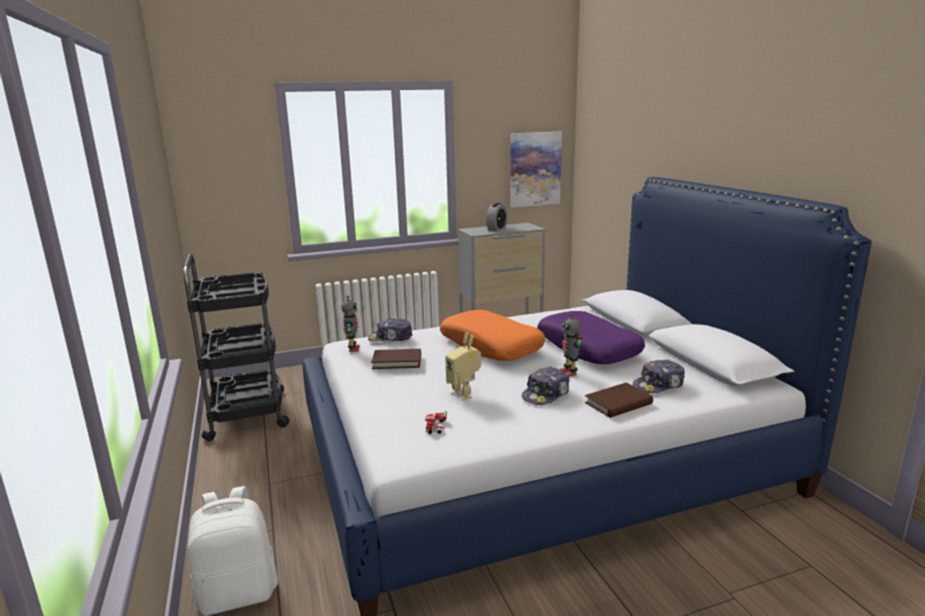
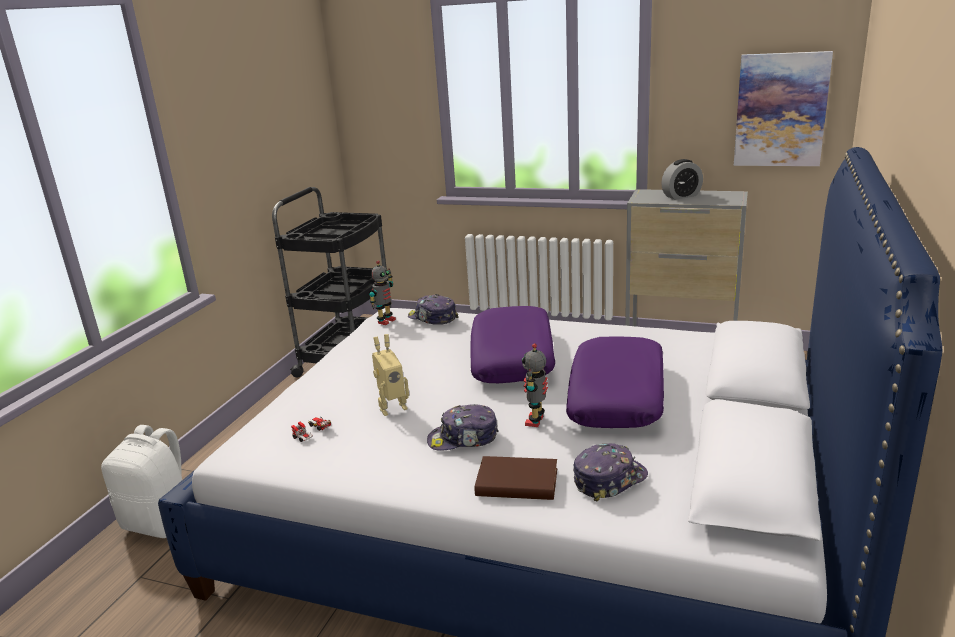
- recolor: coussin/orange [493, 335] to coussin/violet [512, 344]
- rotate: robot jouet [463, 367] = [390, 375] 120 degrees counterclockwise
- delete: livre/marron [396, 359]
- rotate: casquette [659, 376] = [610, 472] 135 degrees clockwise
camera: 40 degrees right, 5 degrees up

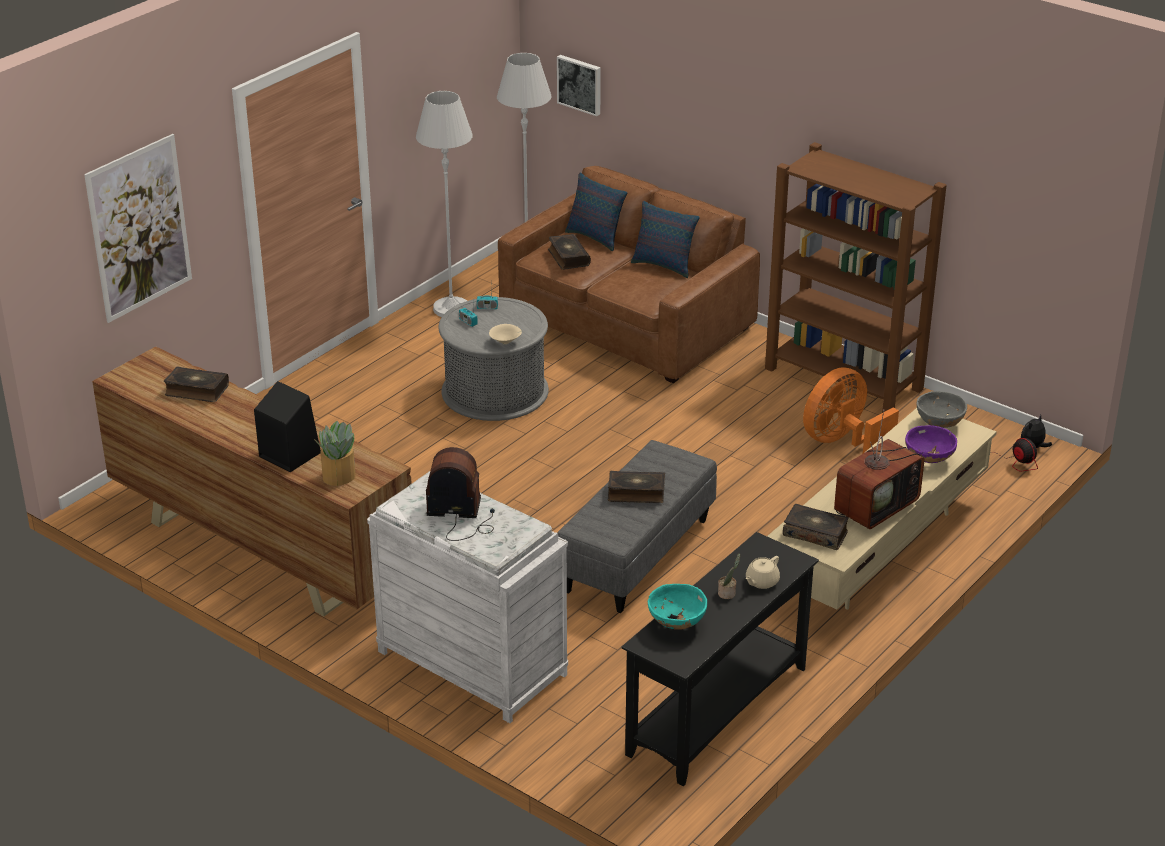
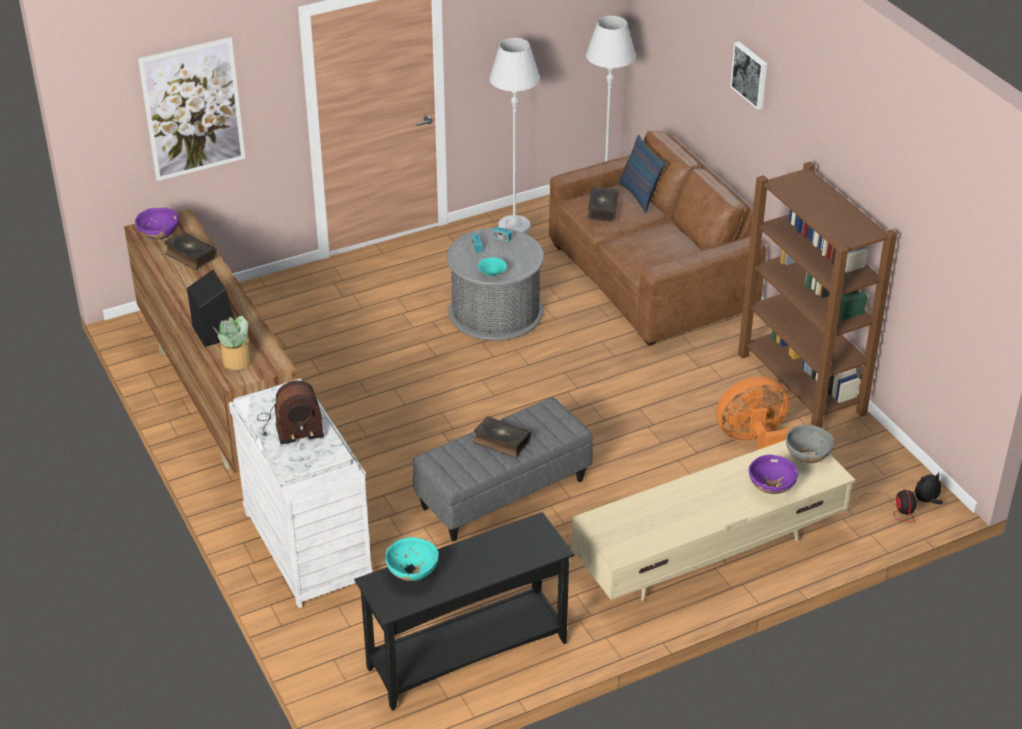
- move: tableau [579, 85] to [748, 76]
- delete: coussin/bleu [665, 239]
- recolor: bol/beige [505, 334] to bol/turquoise [492, 266]
- delete: téléviseur [879, 469]
- rotate: radio [460, 494] = [290, 412] 135 degrees clockwise
- delete: livre [816, 527]
- delete: plante en pot [729, 576]
- delete: théière/beige [763, 572]
- insert: bol/violet [157, 223]
camera: 25 degrees right, 5 degrees up

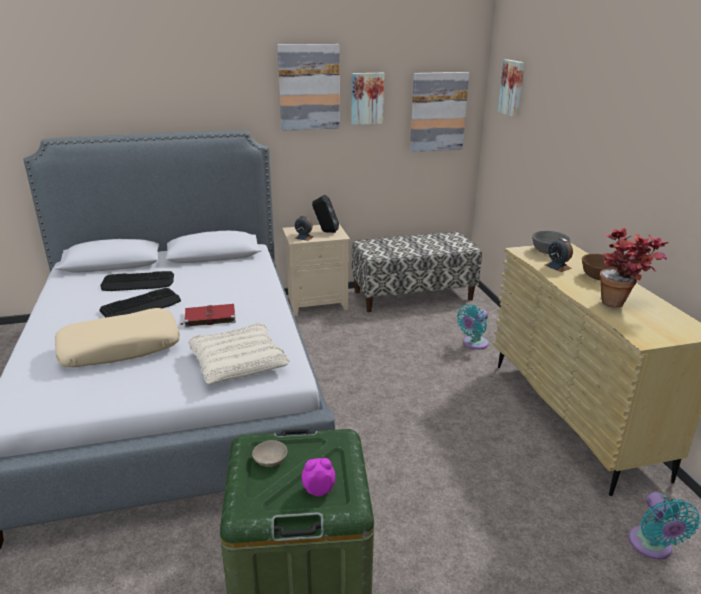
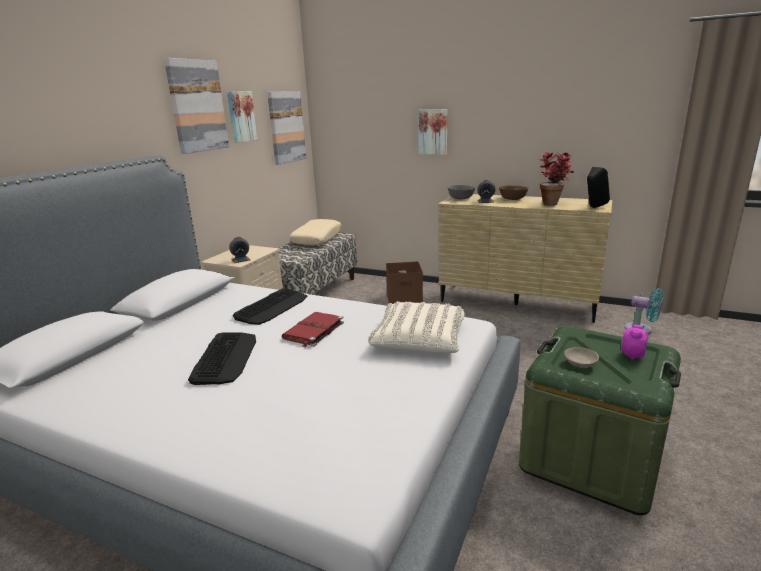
- move: tableau [511, 88] to [433, 132]
- move: enceinte/noir [325, 214] to [598, 187]
- move: clavier [137, 281] to [270, 307]
- replace: ventilateur/turquoise [472, 327] to boîte de rangement/marron [404, 283]
- move: coussin/beige [117, 337] to [315, 232]
camera: 50 degrees left, 5 degrees down

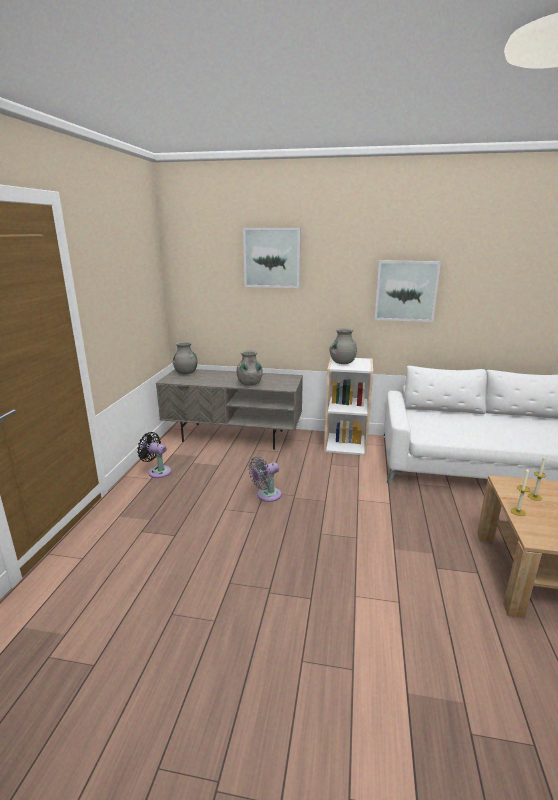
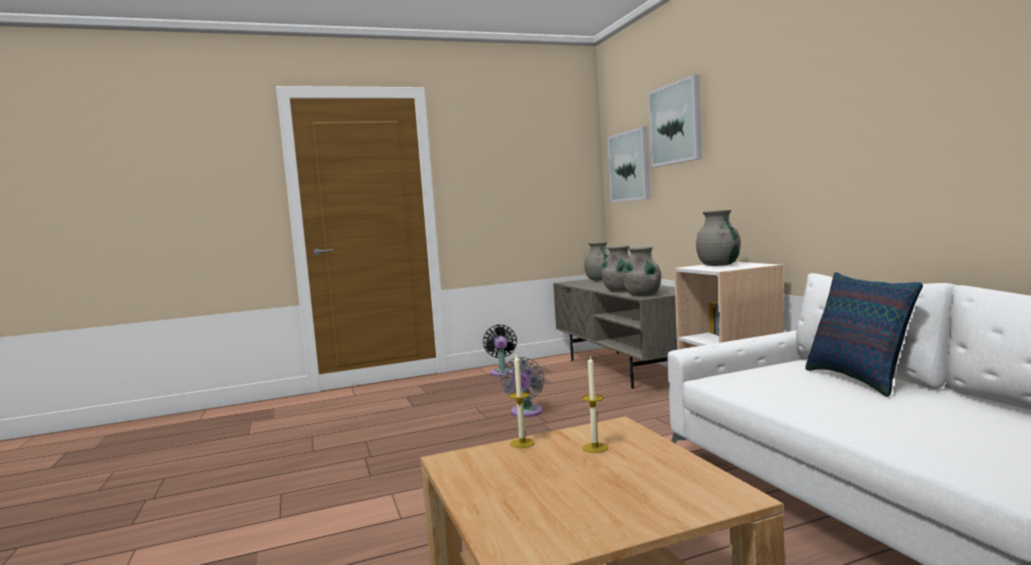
- move: tableau [407, 291] to [628, 164]
- rotate: ventilateur/gris [265, 479] = [522, 387] 105 degrees counterclockwise
- insert: vase/gris [641, 271]
- insert: coussin/bleu [864, 334]
camera: 60 degrees right, 15 degrees down

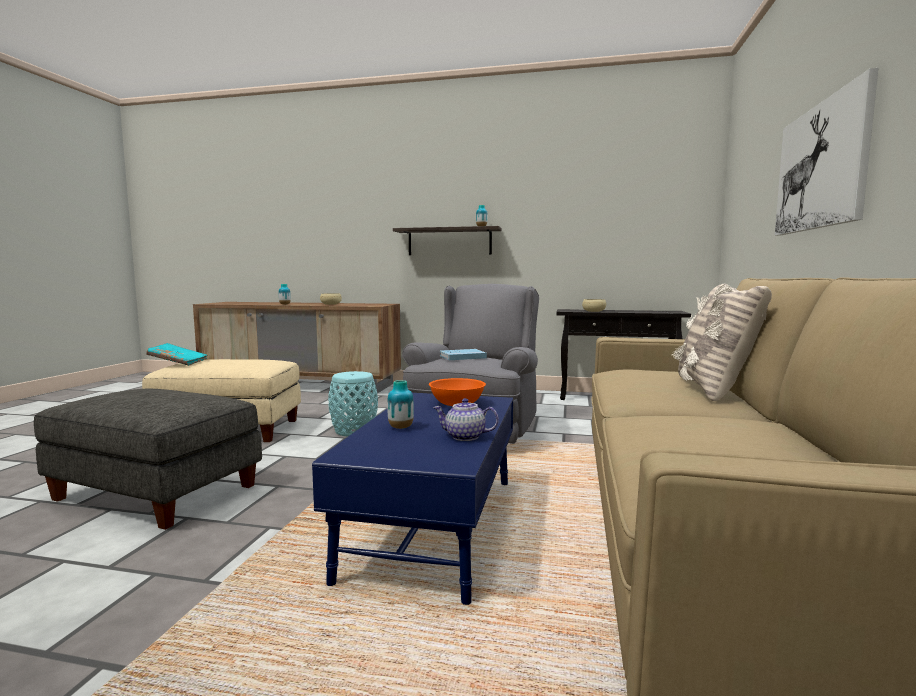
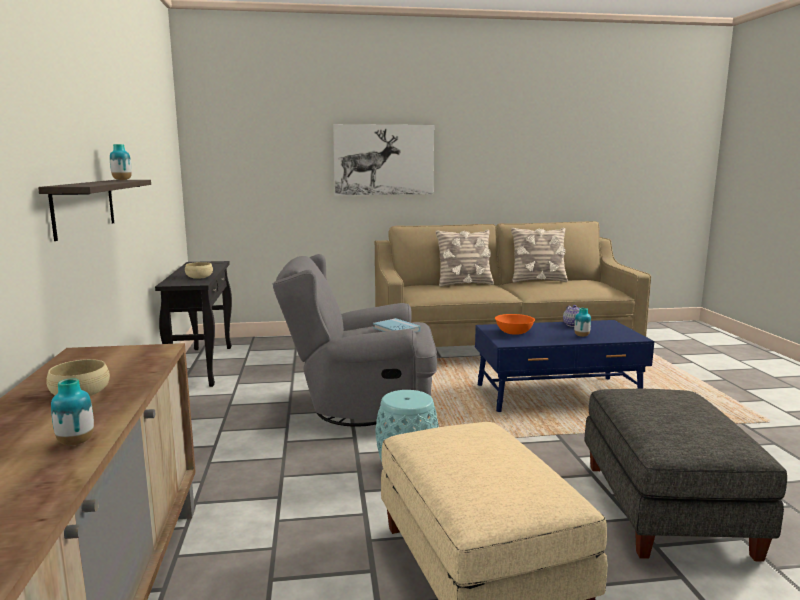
- delete: livre/turquoise [177, 354]
- insert: coussin/beige [539, 255]
camera: 110 degrees left, 5 degrees up

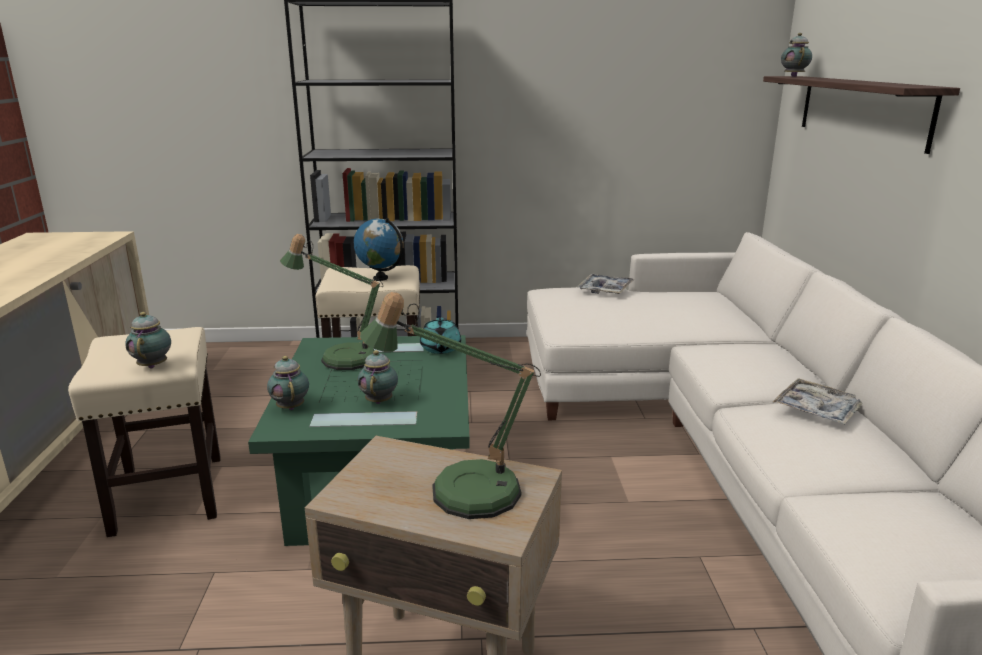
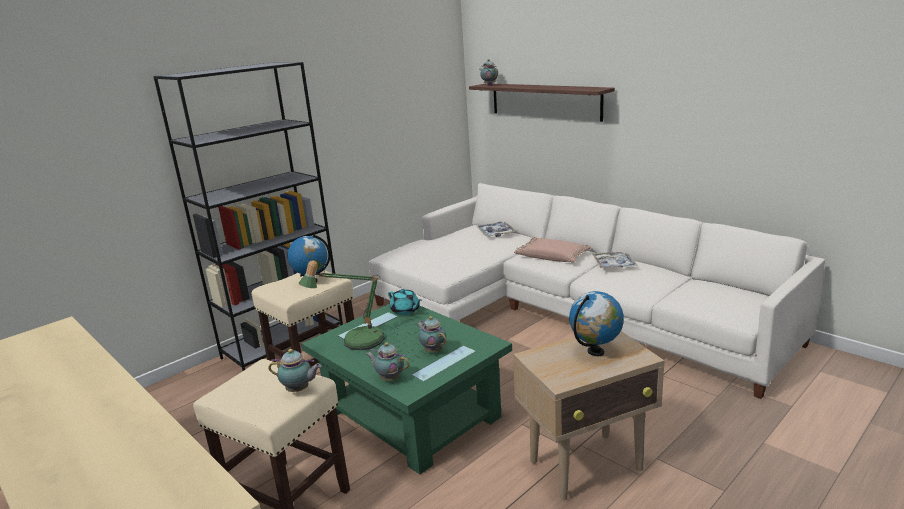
- move: plateau [605, 284] to [496, 229]
- replace: lampe de table [450, 405] to globe [596, 323]
- rotate: théière [148, 340] = [294, 370] 150 degrees clockwise
- insert: coussin/beige [552, 250]
camera: 40 degrees left, 0 degrees up

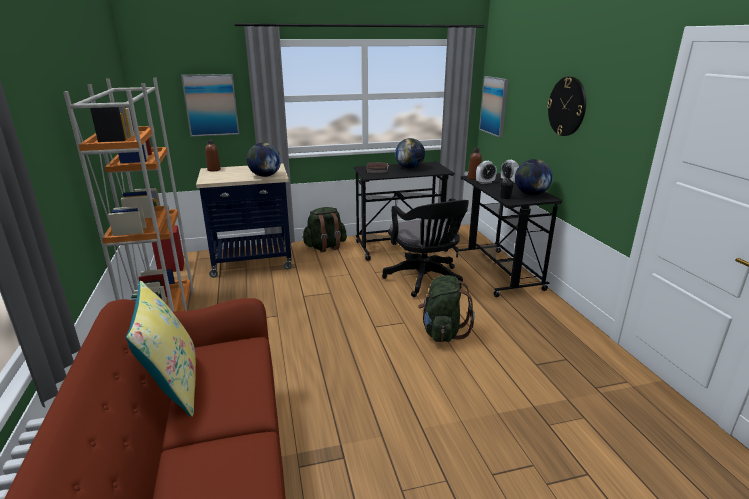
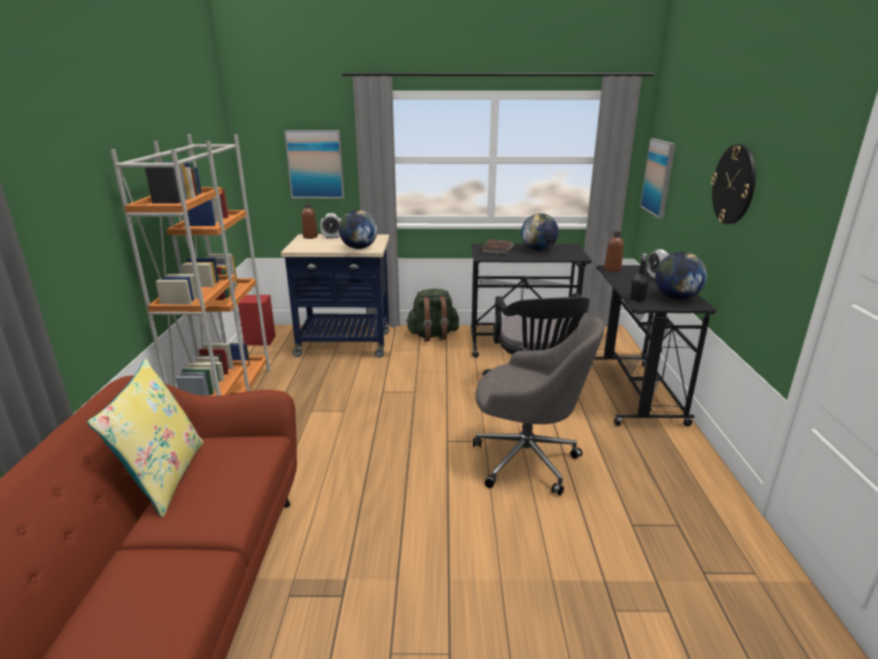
- move: réveil [486, 172] to [330, 225]
- replace: sac à dos/vert [446, 308] to chaise de bureau/gris [538, 406]
camera: 15 degrees right, 0 degrees up

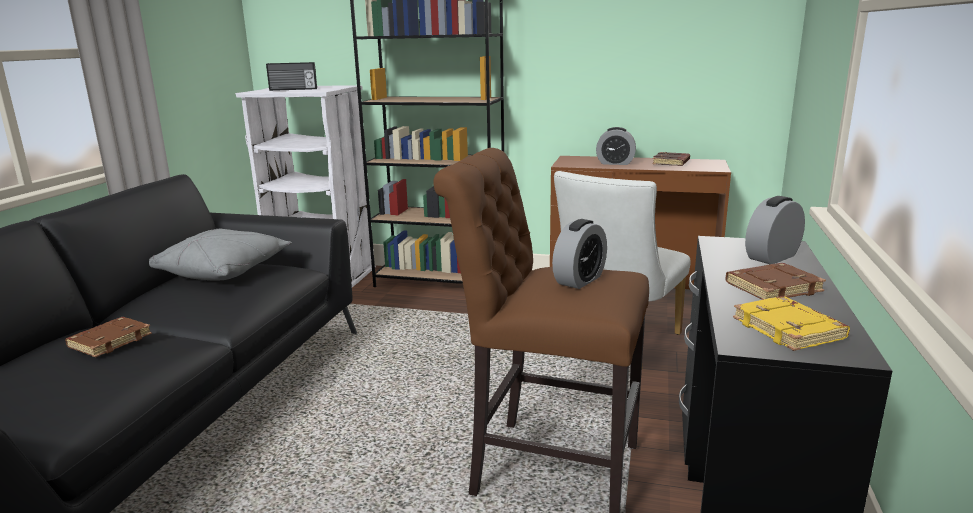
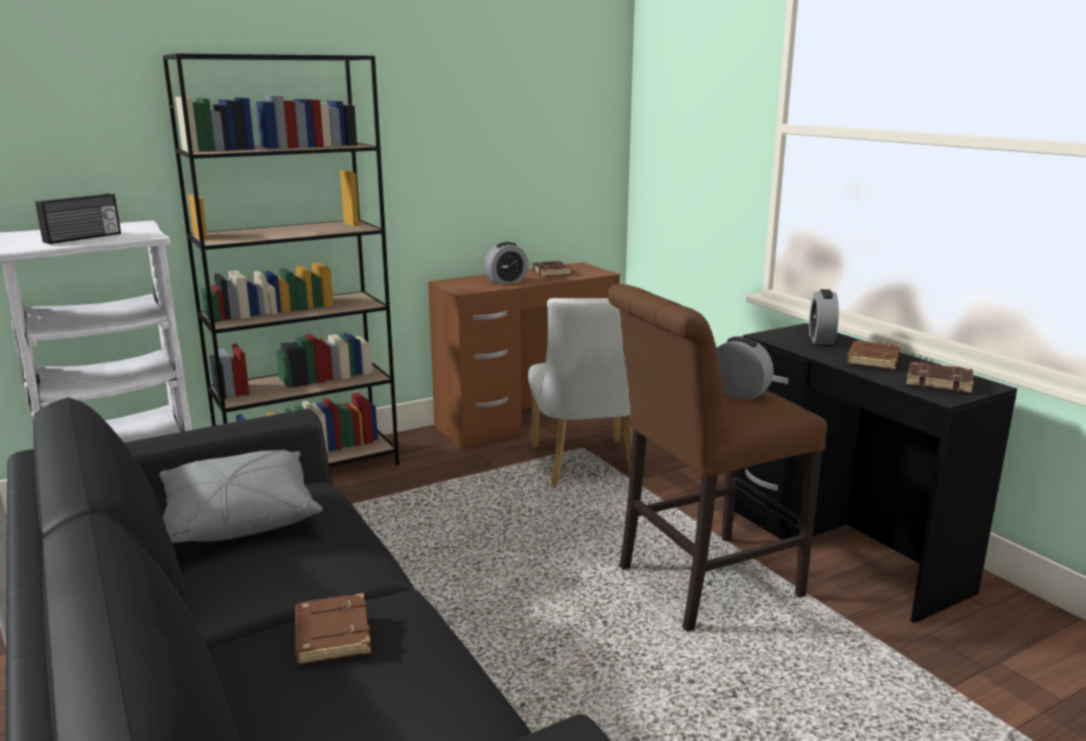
- rotate: réveil [579, 254] = [745, 368] 45 degrees counterclockwise
- recolor: livre/jaune [791, 323] to livre/marron [940, 377]
camera: 45 degrees left, 0 degrees up

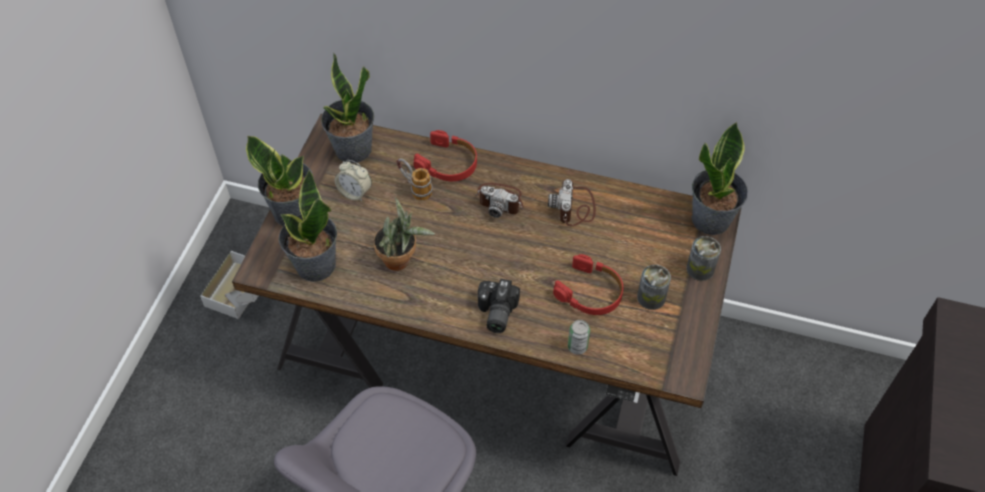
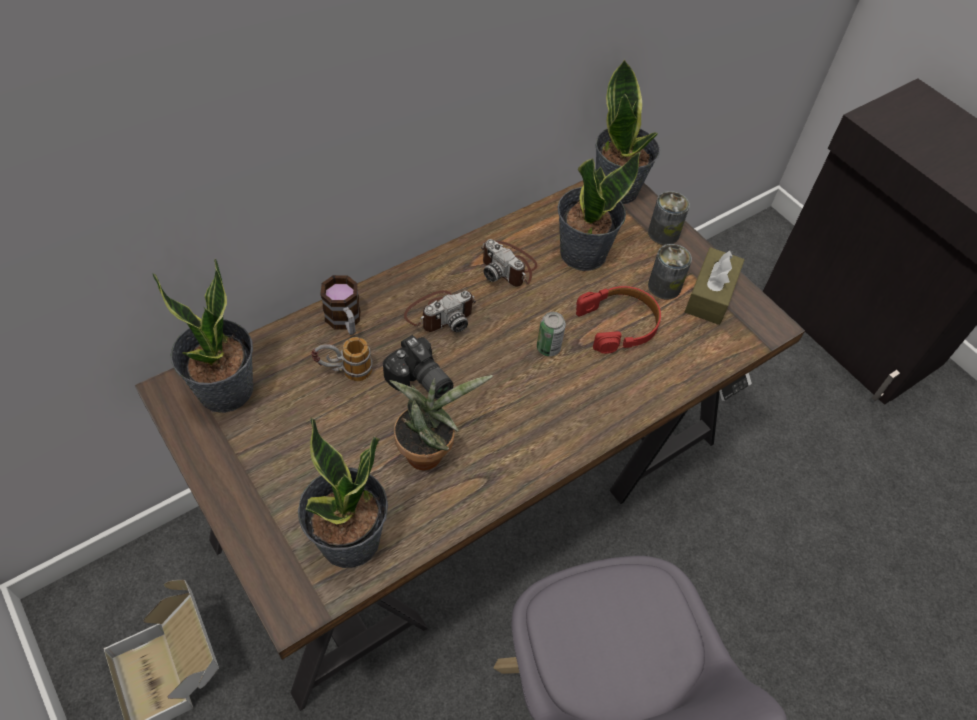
- replace: casque audio/rouge [445, 155] to mug [340, 305]
- move: plante en pot [280, 180] to [599, 211]
- delete: réveil [353, 180]
- move: appareil photo [499, 306] to [418, 367]
- move: boîte métallique [579, 337] to [551, 334]
- insert: boîte à mouchoirs/marron [715, 286]
camera: 55 degrees left, 0 degrees up

